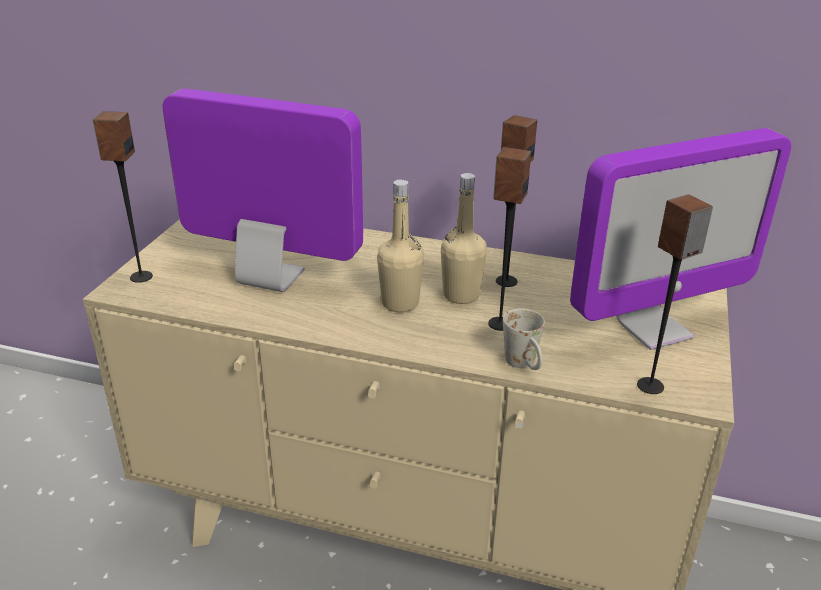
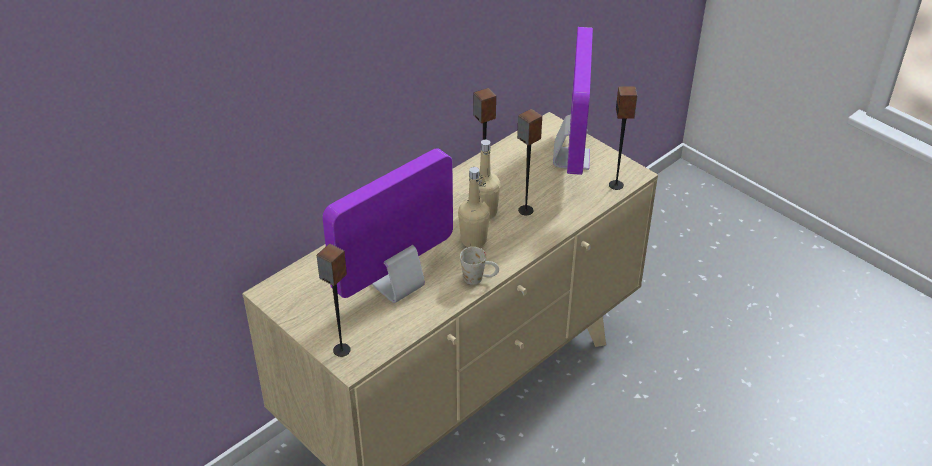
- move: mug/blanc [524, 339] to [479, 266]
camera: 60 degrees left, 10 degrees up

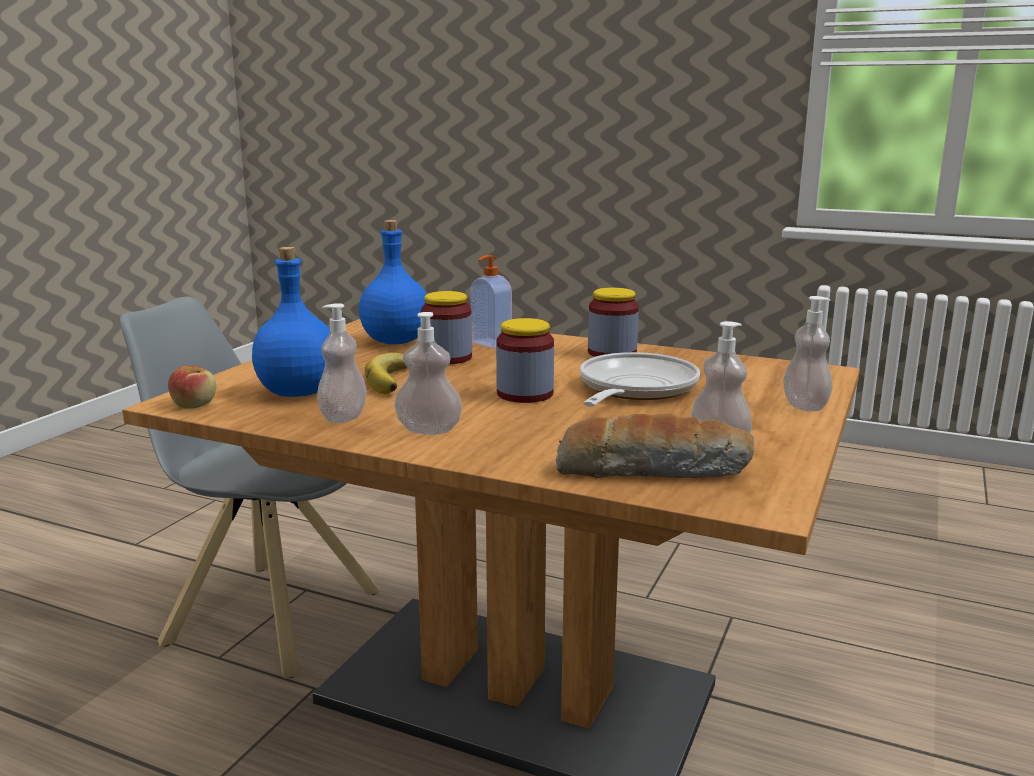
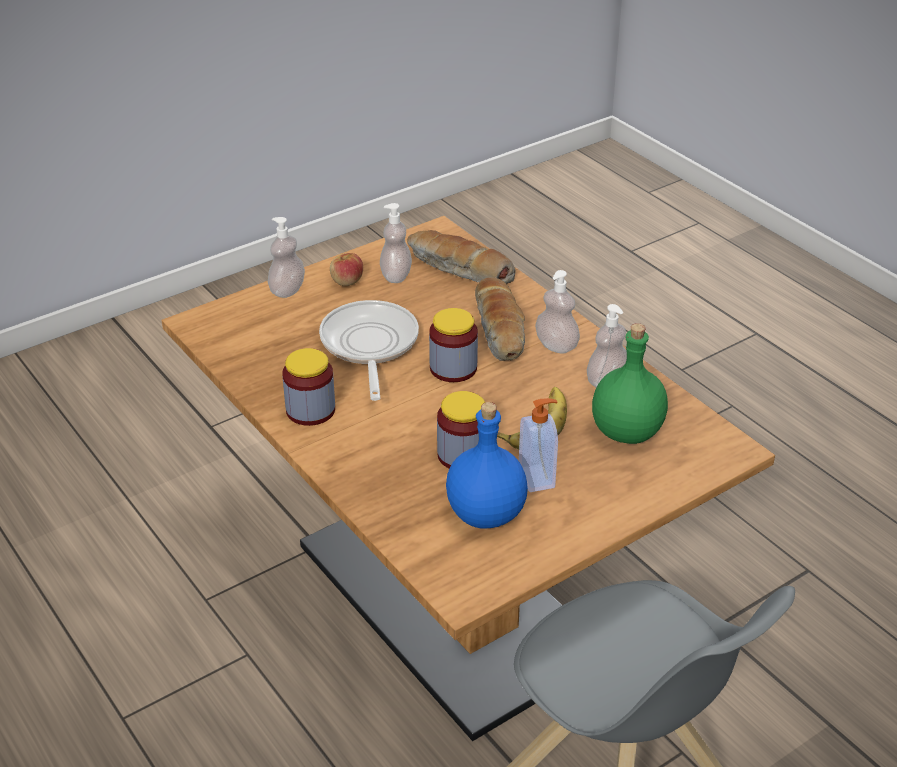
- recolor: bouteille/bleu [291, 322] to bouteille/vert [630, 383]
- move: distributeur de savon [491, 302] to [538, 445]
- rotate: poêle [640, 379] = [369, 350] 120 degrees clockwise
- move: pomme [192, 386] to [346, 269]
- insert: pain [500, 319]
camera: 150 degrees left, 20 degrees up

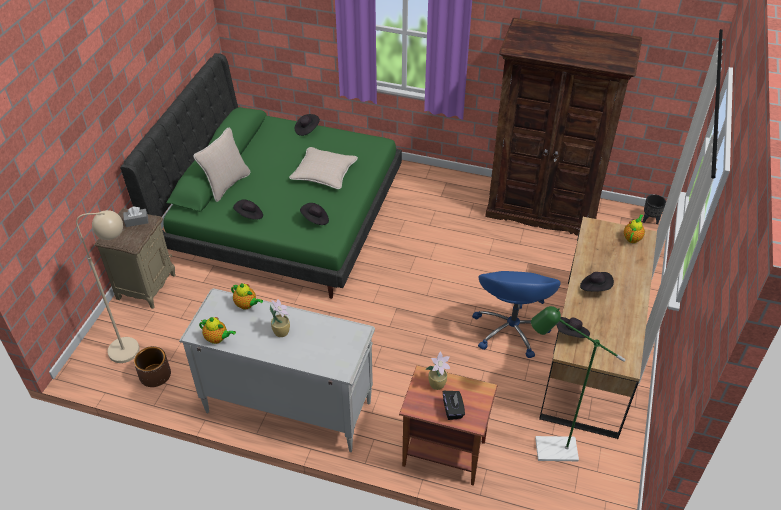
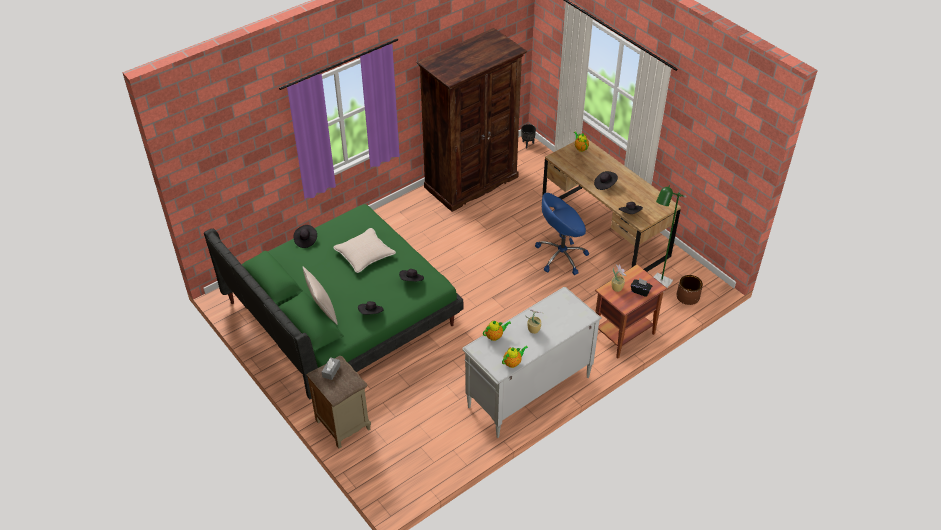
- delete: lampadaire/beige [108, 286]
- rotate: chaise de bureau/bleu [516, 314] = [562, 234] 120 degrees clockwise
- move: cache-pot/marron [152, 366] to [690, 290]
camera: 55 degrees left, 0 degrees up

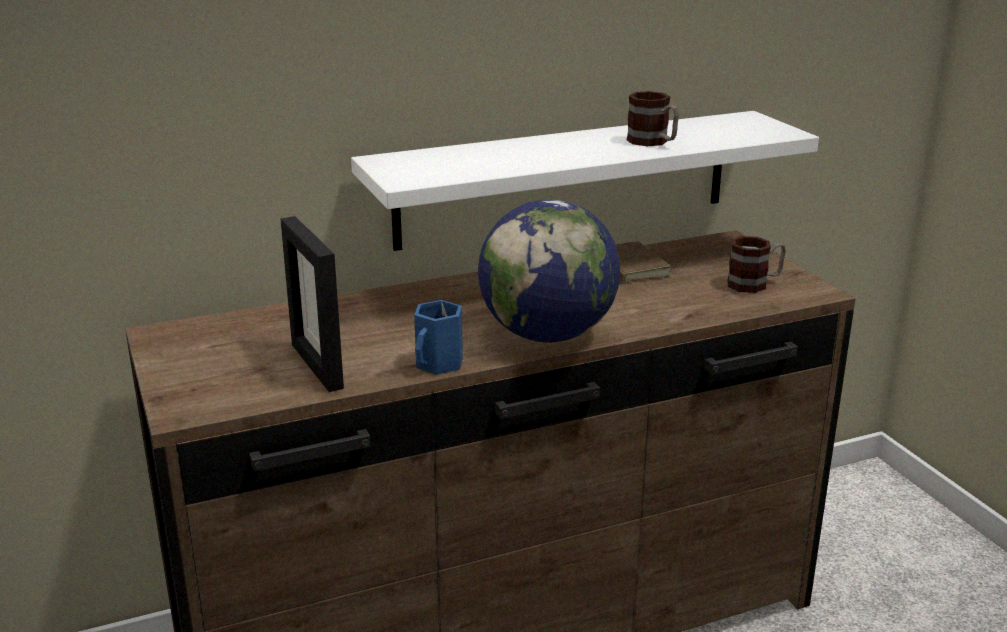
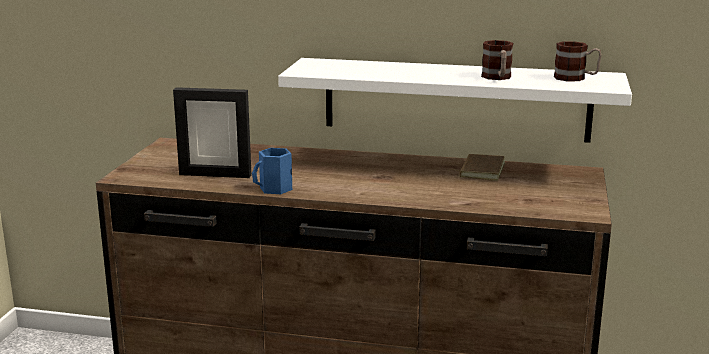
- delete: globe [549, 271]
- rotate: cadre photo [312, 304] = [212, 132] 90 degrees counterclockwise
- move: mug [756, 264] to [578, 61]
camera: 35 degrees right, 5 degrees down

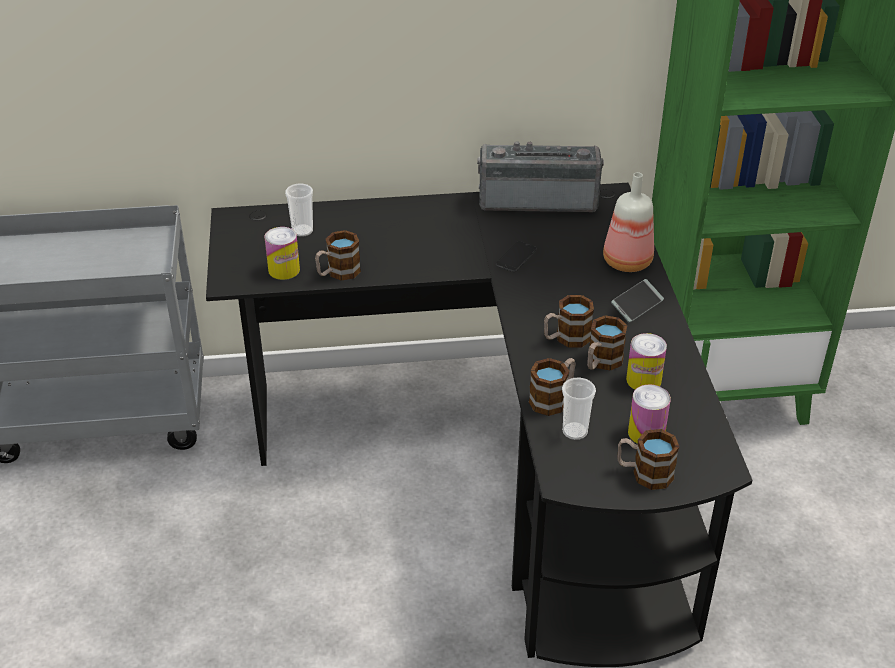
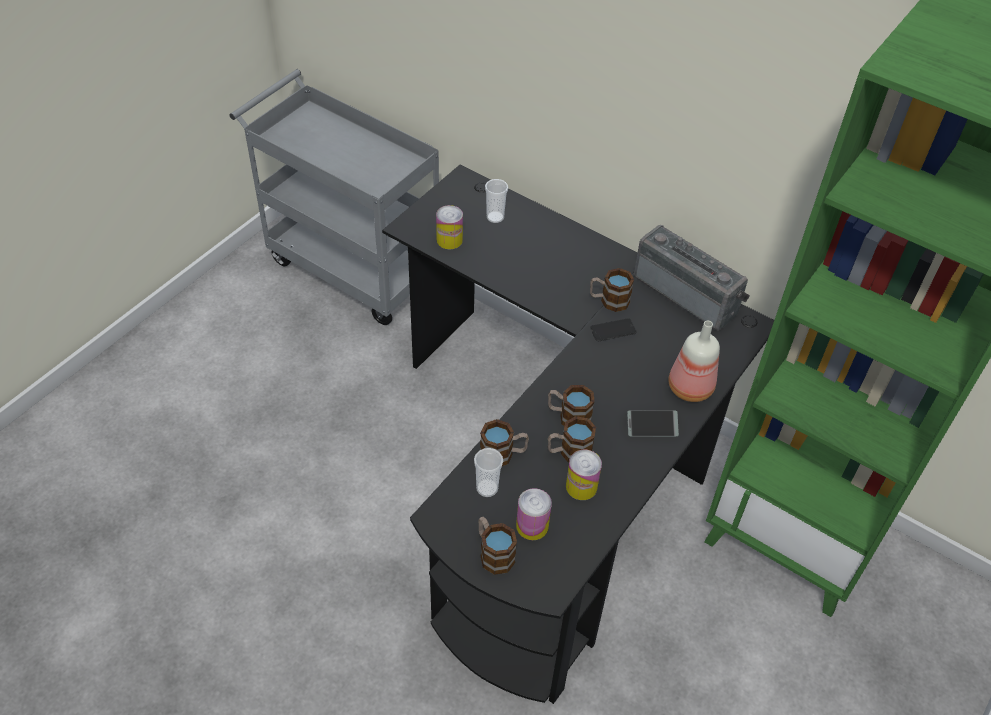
- move: mug [338, 255] to [612, 290]
camera: 40 degrees right, 10 degrees up

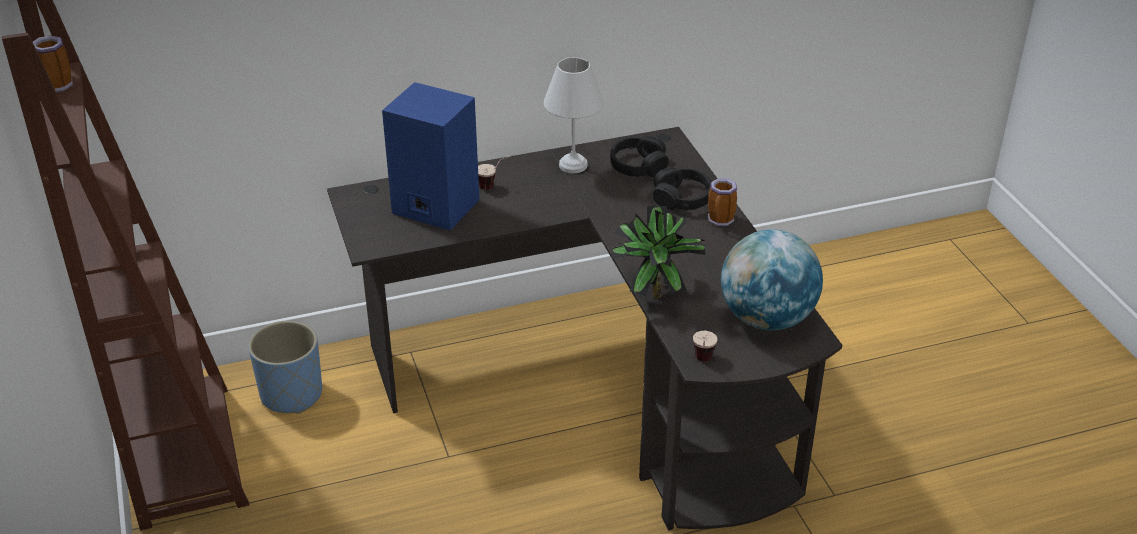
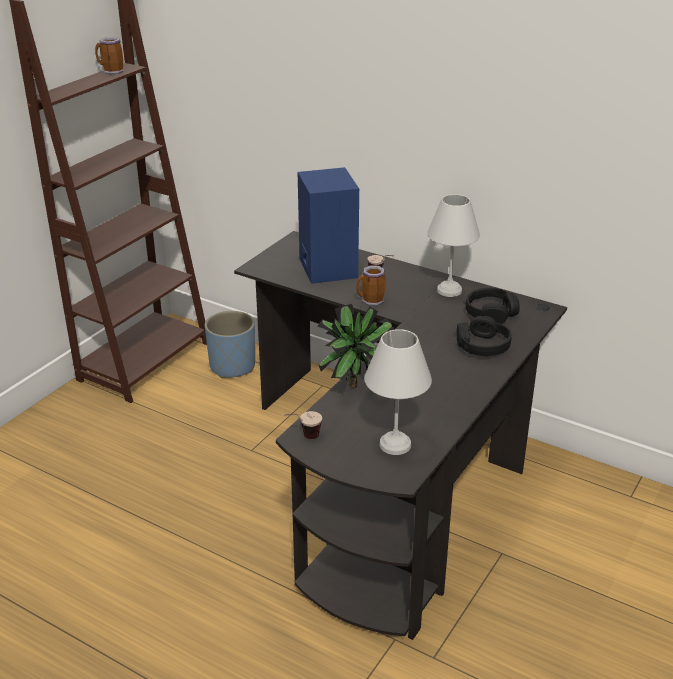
- move: mug [722, 202] to [370, 285]
- replace: globe [772, 280] to lampe de table/blanc [398, 392]
camera: 50 degrees right, 5 degrees down

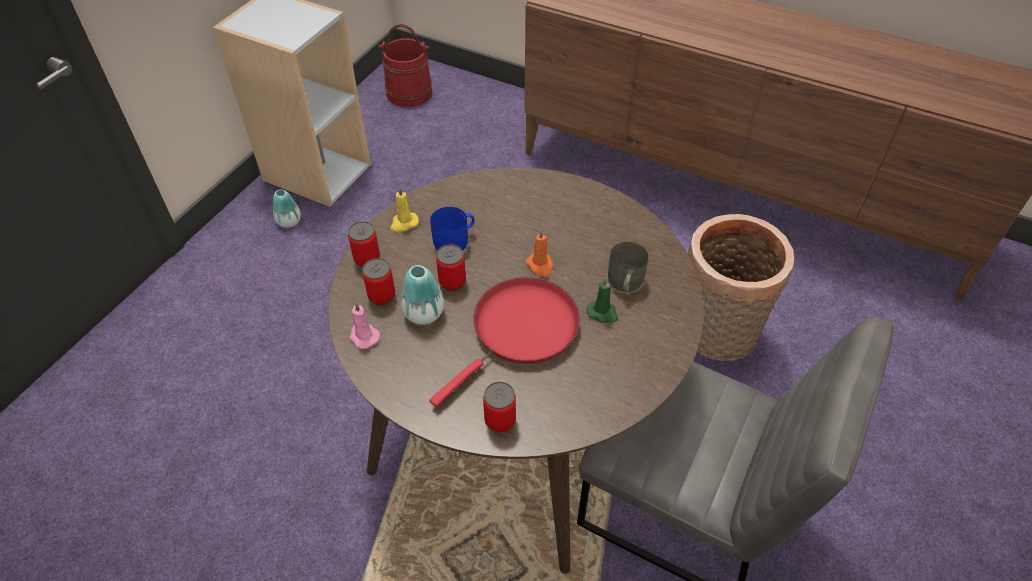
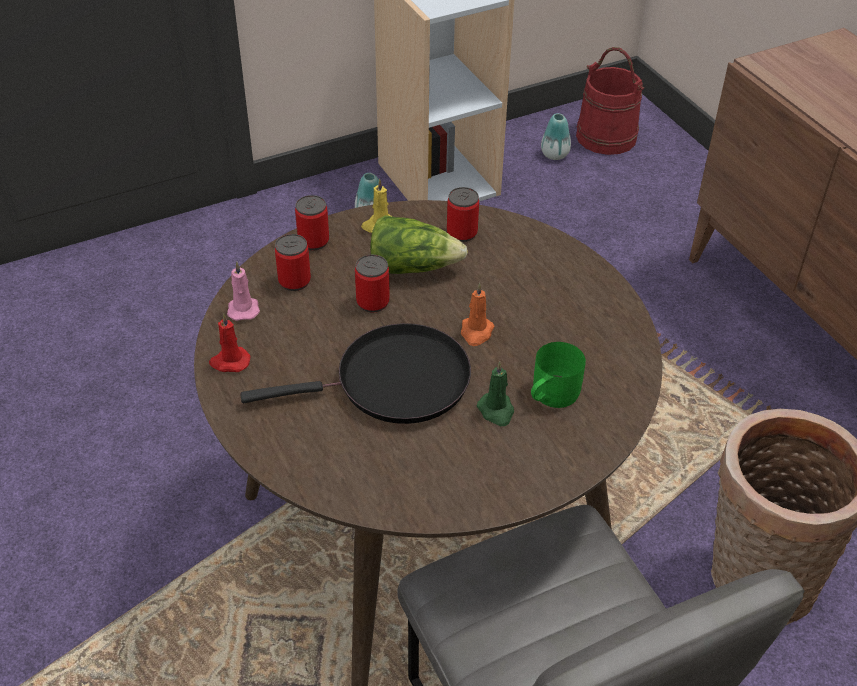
- replace: mug/bleu [452, 229] to laitue [419, 244]
- recolor: mug/gris [628, 267] to mug/vert [558, 375]
- move: vase [422, 295] to [556, 136]
- recolor: poêle/rouge [504, 342] to poêle/noir [355, 373]
- move: boîte métallique [499, 407] to [463, 214]
- insert: bougie/rouge [229, 342]
camera: 35 degrees right, 5 degrees down

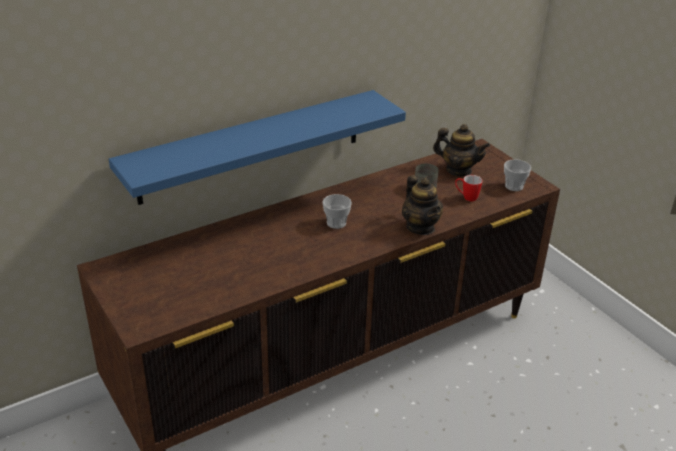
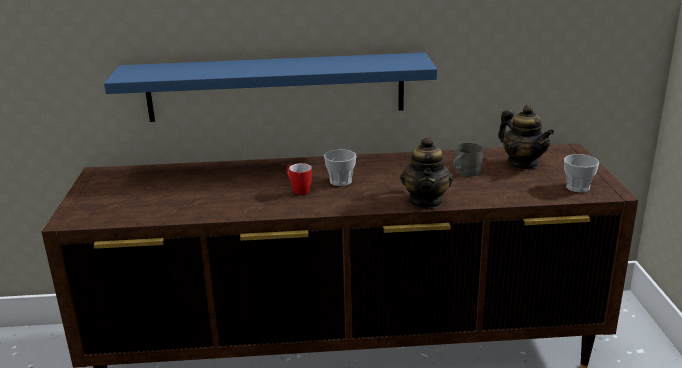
- move: mug [469, 188] to [299, 179]
camera: 30 degrees right, 10 degrees down

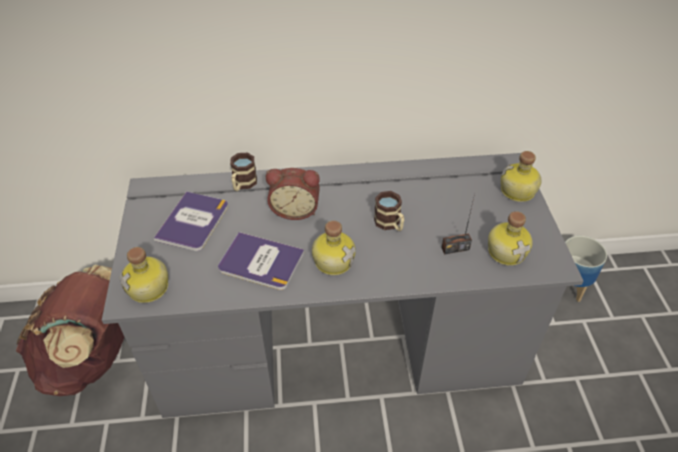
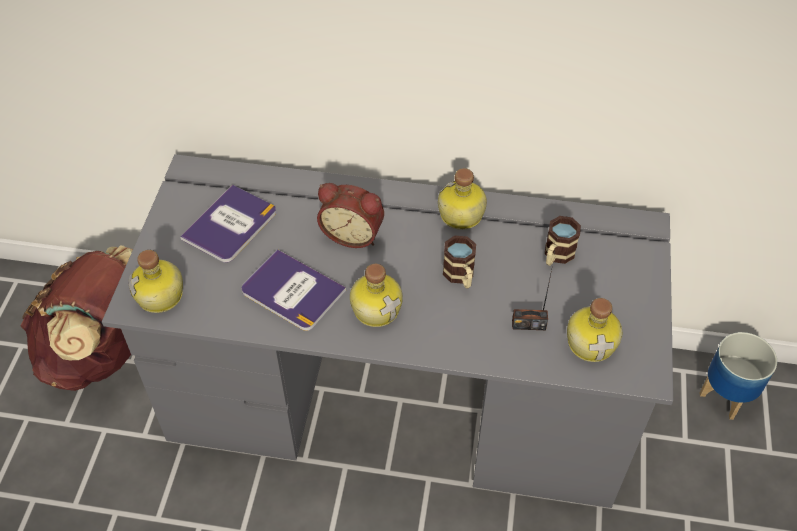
- move: bouteille [521, 176] to [462, 199]
- move: mug [243, 172] to [563, 241]
camera: 15 degrees right, 5 degrees up

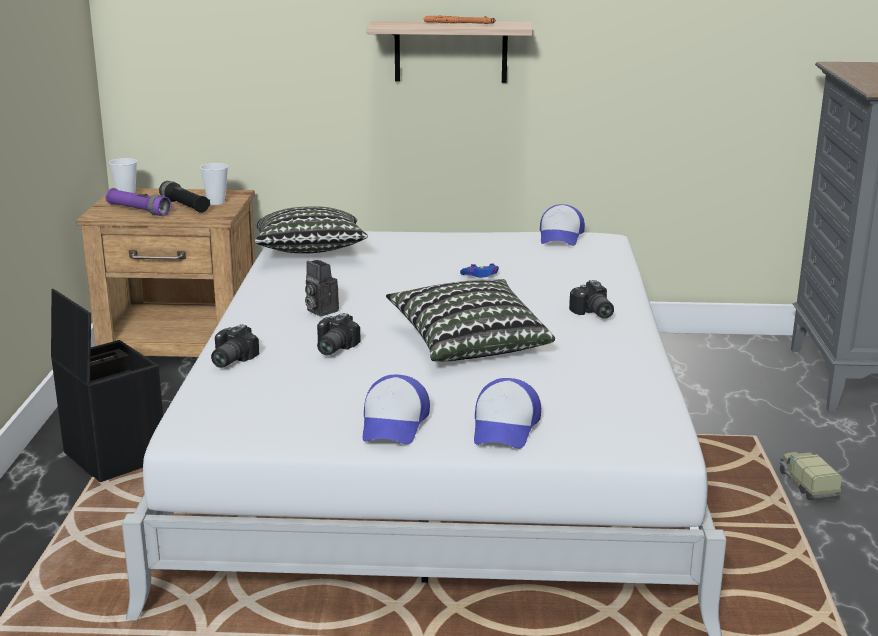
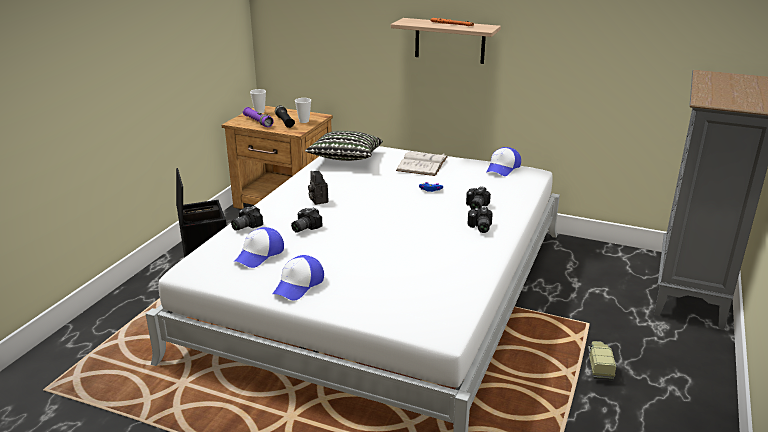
- delete: coussin [470, 320]
- move: casquette [507, 413] to [258, 247]
- insert: livre/blanc [422, 163]
- insert: appareil photo [478, 197]
camera: 20 degrees right, 5 degrees up

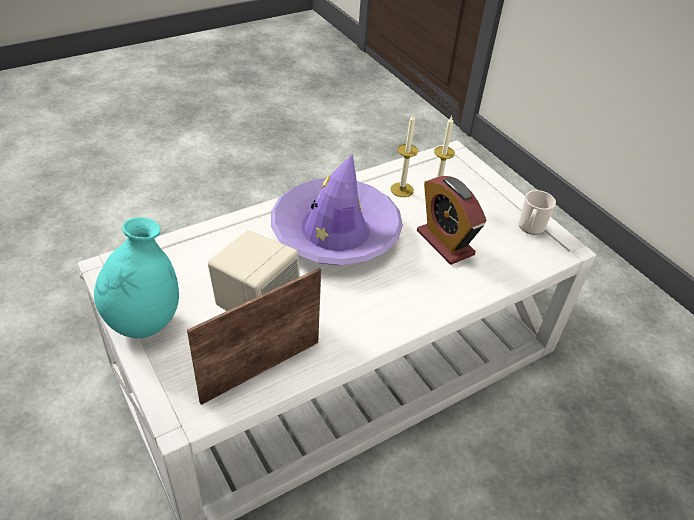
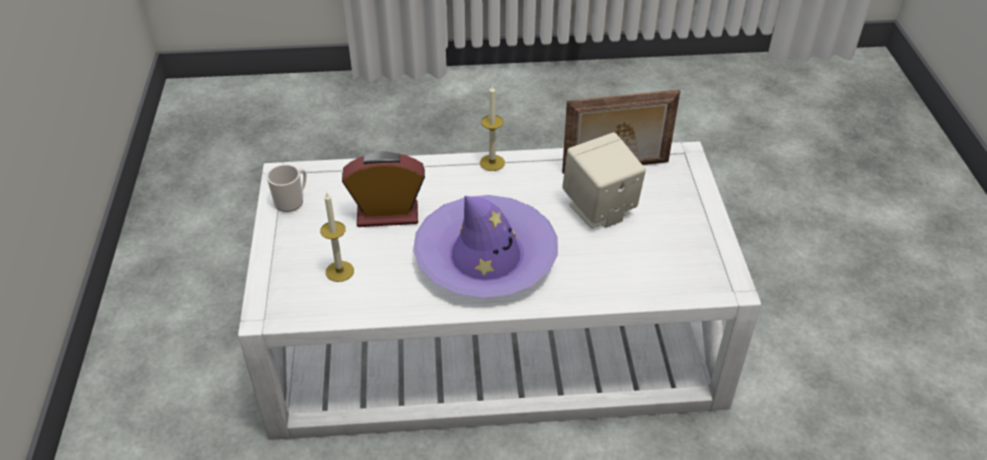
- move: bougie [404, 155] to [492, 127]
- rotate: réveil [451, 220] = [383, 189] 90 degrees counterclockwise
- delete: vase/turquoise [136, 278]
camera: 150 degrees left, 0 degrees up

